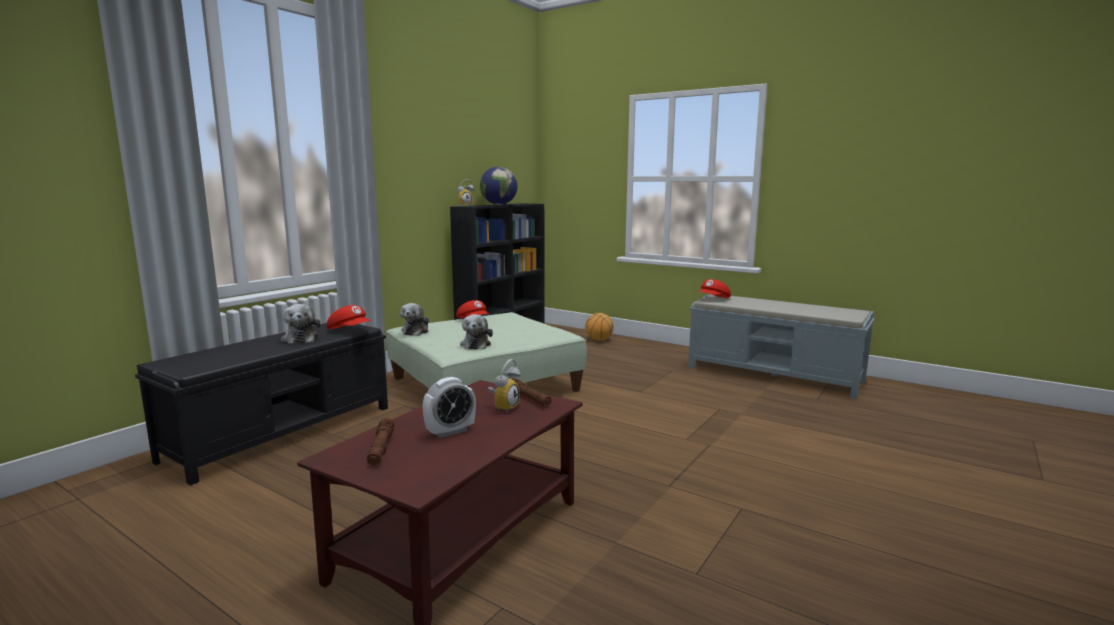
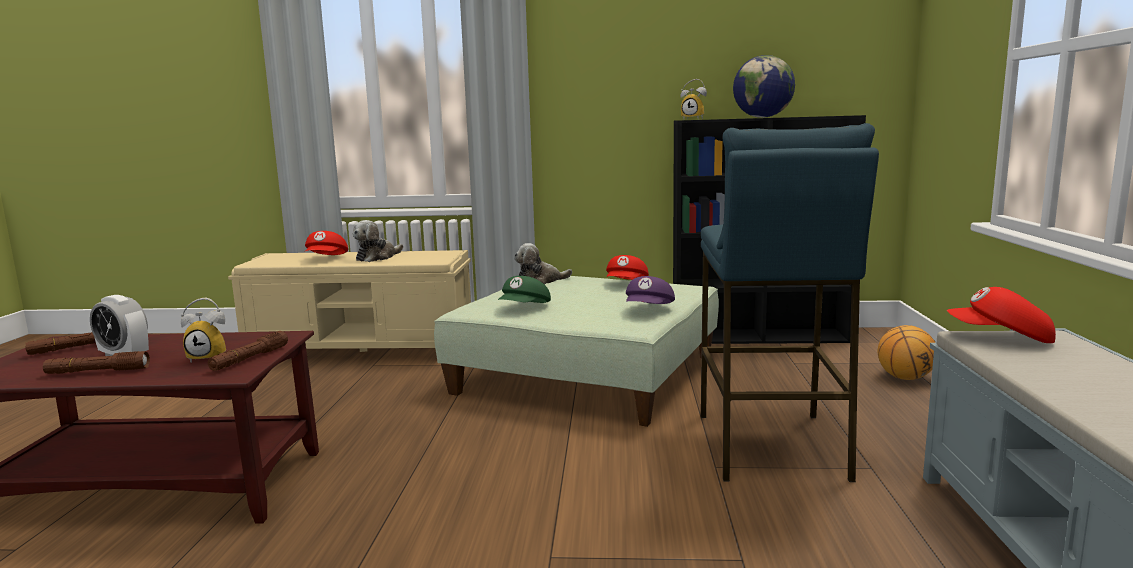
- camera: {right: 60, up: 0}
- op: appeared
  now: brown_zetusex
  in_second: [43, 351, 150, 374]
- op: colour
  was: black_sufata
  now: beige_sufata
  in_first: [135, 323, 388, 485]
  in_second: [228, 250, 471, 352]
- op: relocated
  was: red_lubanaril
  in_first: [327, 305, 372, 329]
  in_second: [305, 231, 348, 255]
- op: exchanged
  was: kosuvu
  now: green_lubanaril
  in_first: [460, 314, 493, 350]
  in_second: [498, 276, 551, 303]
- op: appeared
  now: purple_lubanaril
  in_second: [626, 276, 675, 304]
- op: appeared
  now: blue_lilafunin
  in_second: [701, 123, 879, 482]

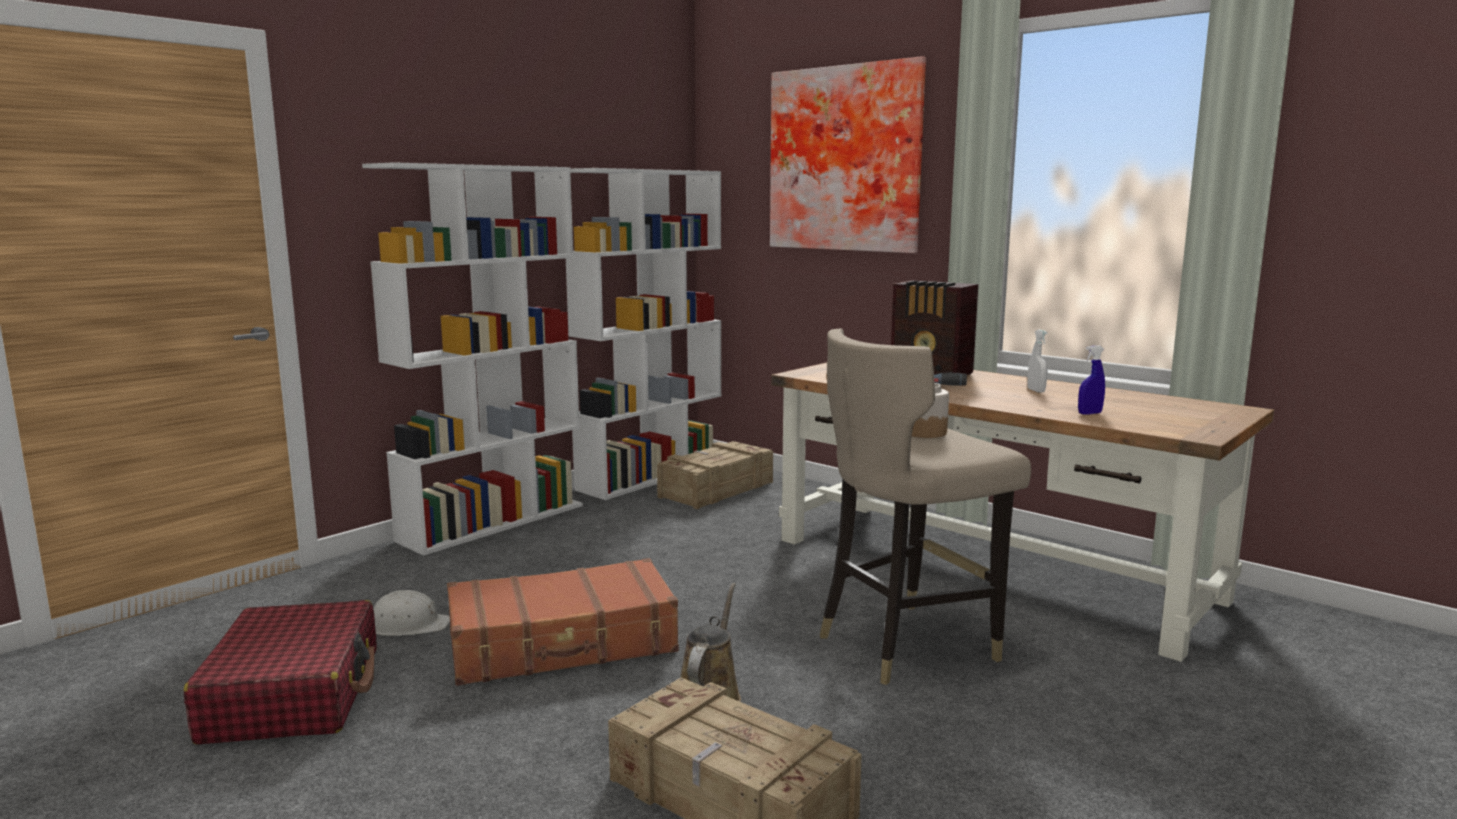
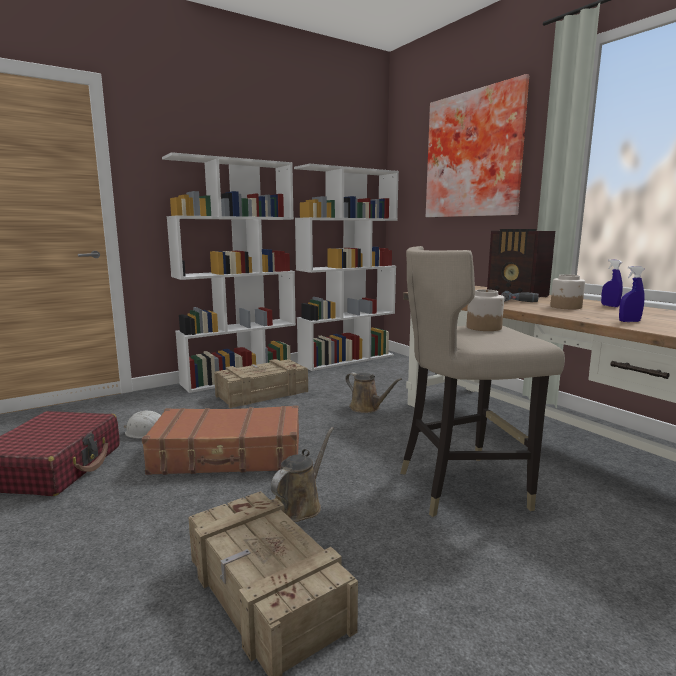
- camera: {right: 15, up: 0}
- op: relocated
  was: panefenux
  in_first: [657, 441, 773, 509]
  in_second: [214, 359, 308, 409]
- op: appeared
  now: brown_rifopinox
  in_second: [345, 372, 402, 413]
- op: appeared
  now: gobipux
  in_second: [550, 274, 585, 309]
- op: appeared
  now: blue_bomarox
  in_second: [601, 259, 623, 307]
- op: missing
  was: white_bomarox
  in_first: [1027, 330, 1048, 392]

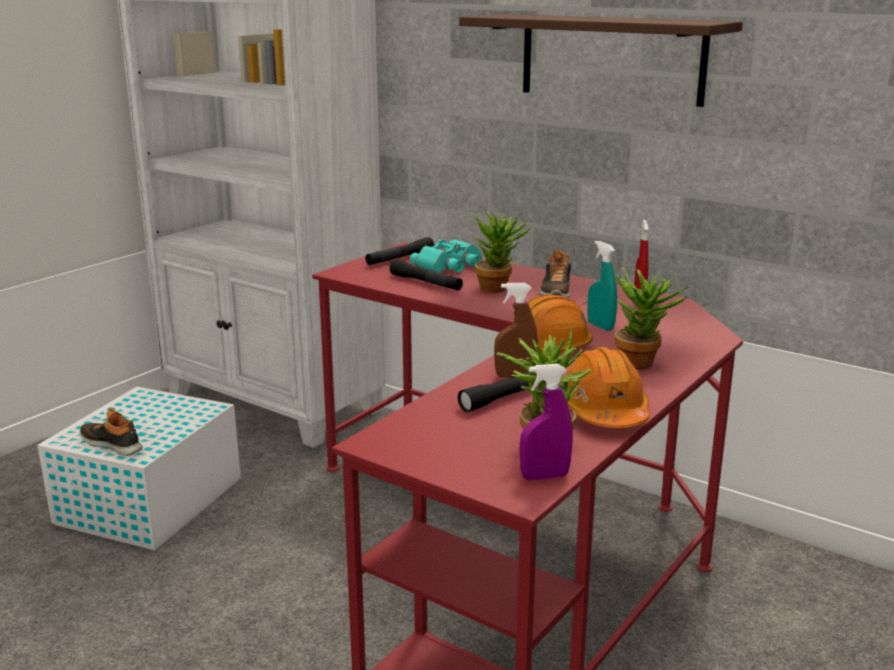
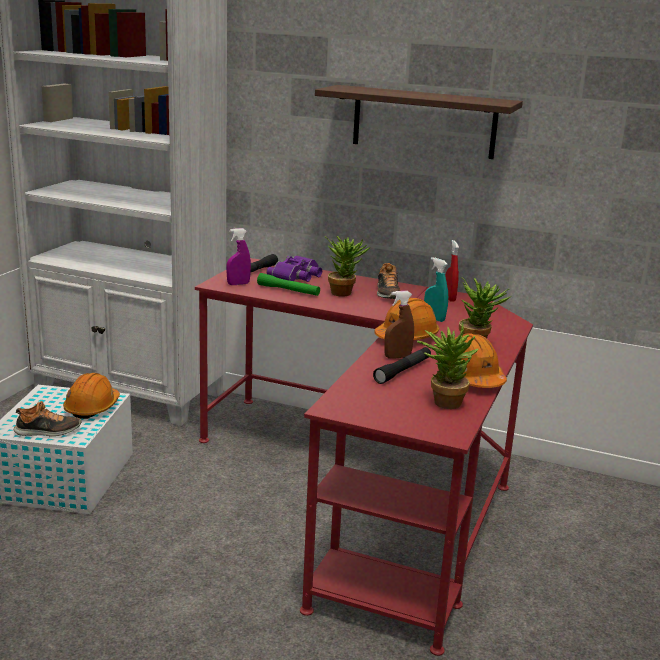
- camera: {right: -15, up: 0}
- op: spun
  was: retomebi
  in_first: [80, 408, 143, 456]
  in_second: [14, 401, 81, 436]
  clockwise: 150
- op: appeared
  now: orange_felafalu
  in_second: [63, 373, 120, 419]
- op: relocated
  was: purple_bomarox
  in_first: [520, 364, 573, 480]
  in_second: [226, 228, 251, 285]
- op: colour
  was: black_zetusex
  now: green_zetusex
  in_first: [390, 259, 463, 291]
  in_second: [257, 273, 320, 296]
- op: colour
  was: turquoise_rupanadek
  now: purple_rupanadek
  in_first: [410, 239, 483, 273]
  in_second: [266, 255, 322, 282]

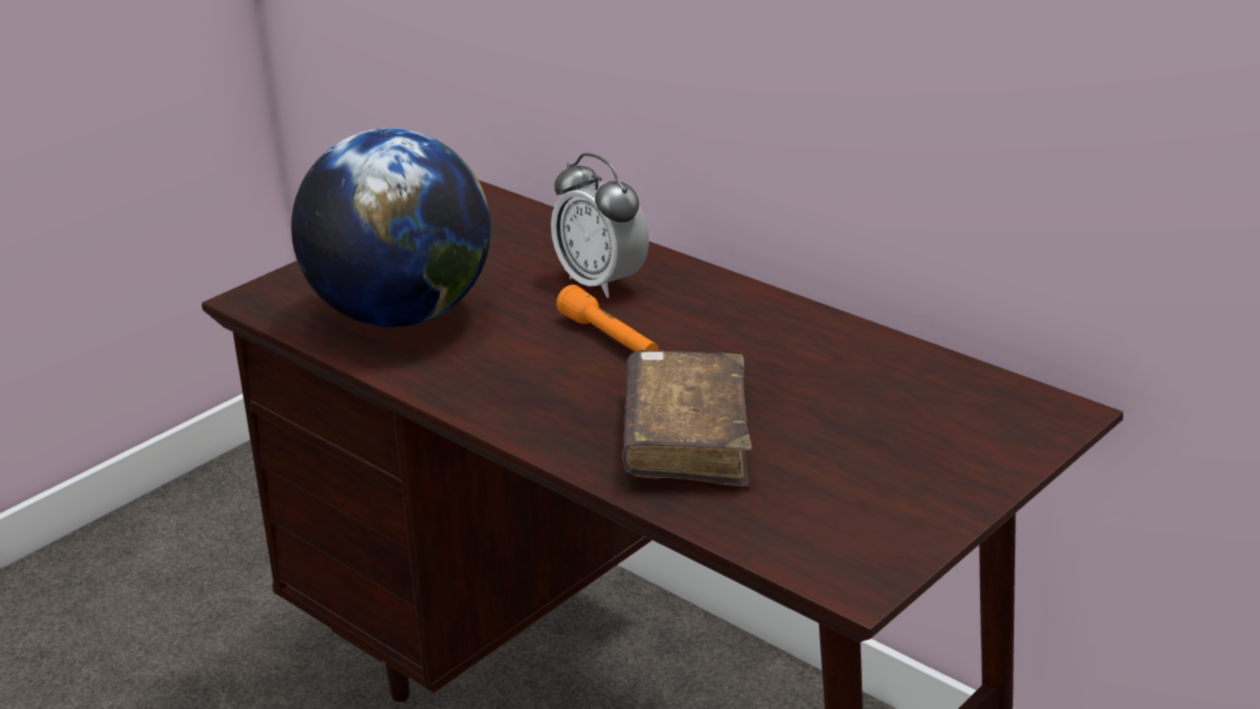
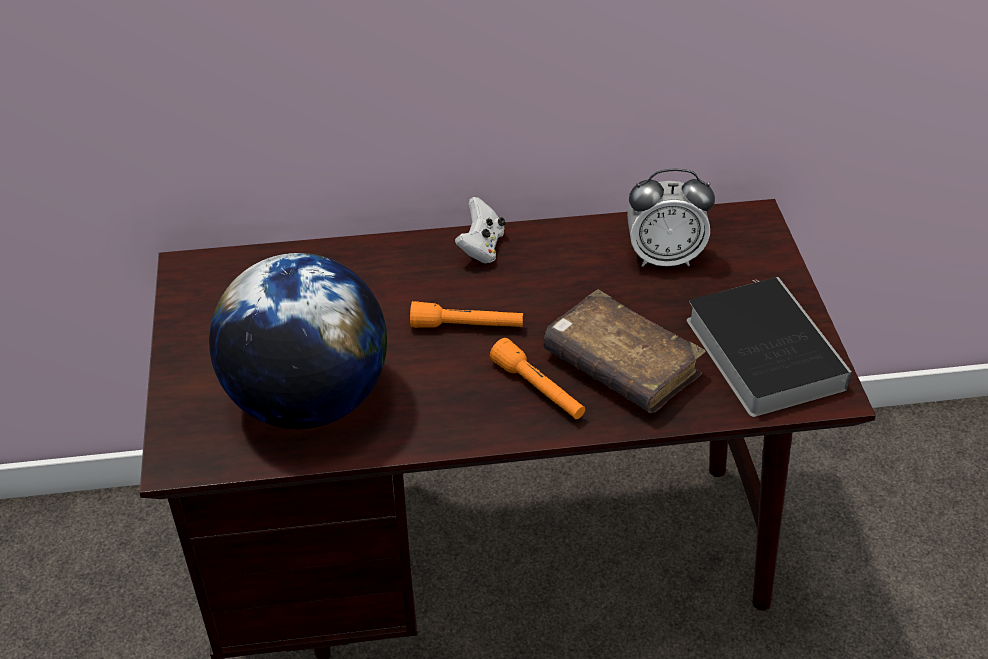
- camera: {right: -50, up: 15}
- op: appeared
  now: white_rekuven
  in_second: [455, 197, 505, 263]
- op: appeared
  now: orange_zetusex
  in_second: [490, 338, 585, 419]
- op: relocated
  was: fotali
  in_first: [551, 153, 649, 298]
  in_second: [627, 168, 715, 267]
- op: appeared
  now: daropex
  in_second: [687, 277, 852, 417]

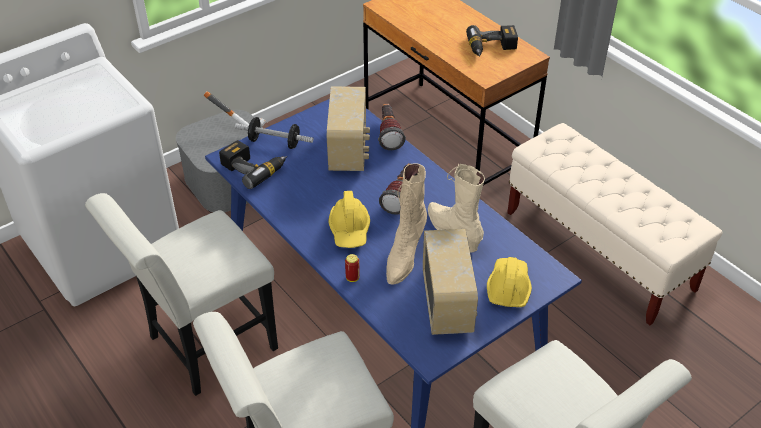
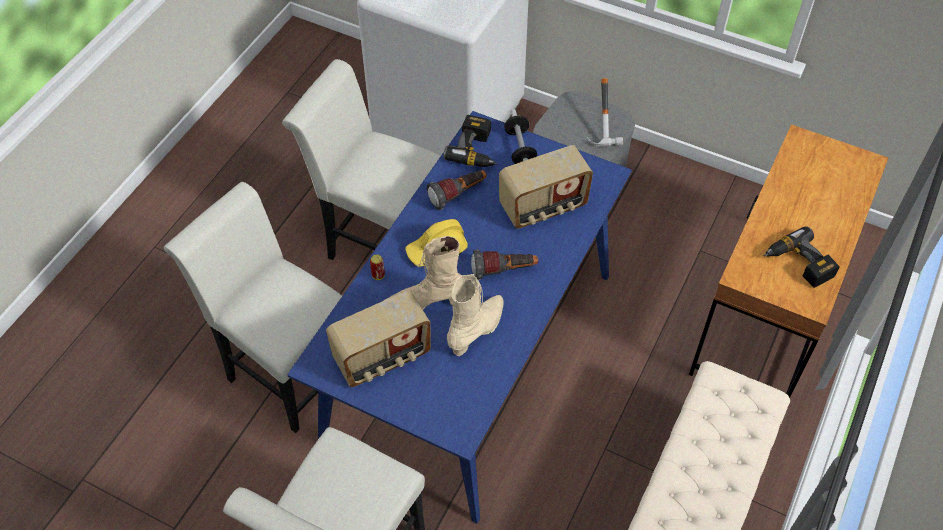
- camera: {right: 65, up: 10}
- op: relocated
  was: zetusex
  in_first: [378, 104, 406, 150]
  in_second: [427, 170, 487, 210]
- op: missing
  was: yellow_felafalu
  in_first: [487, 257, 532, 307]

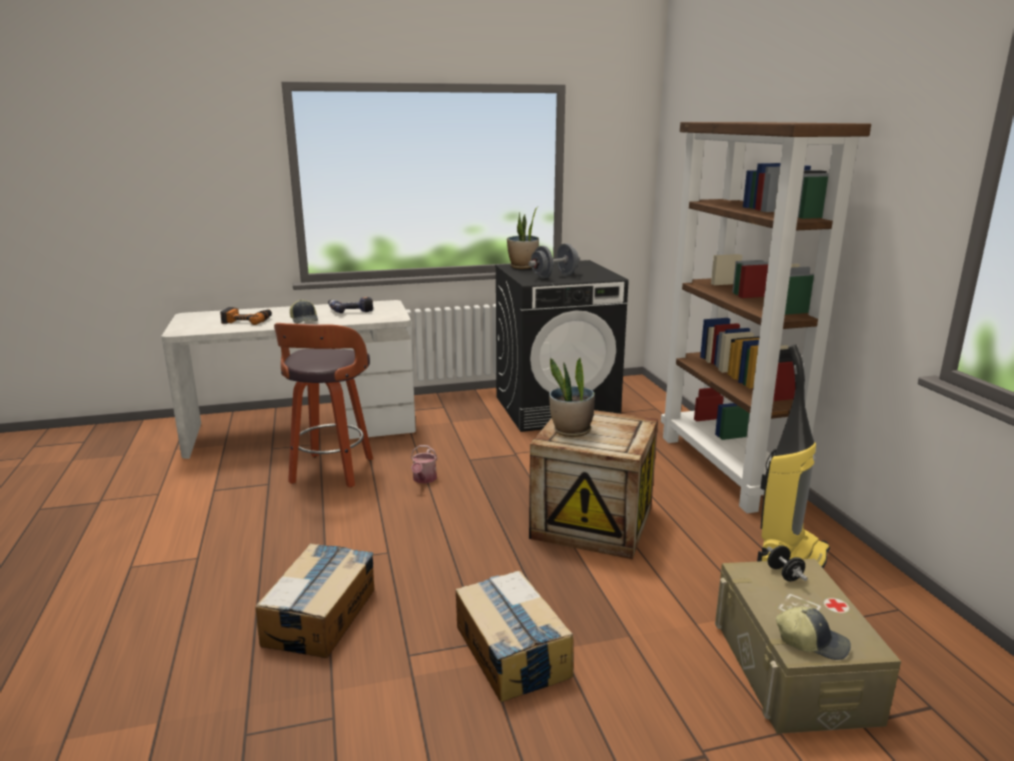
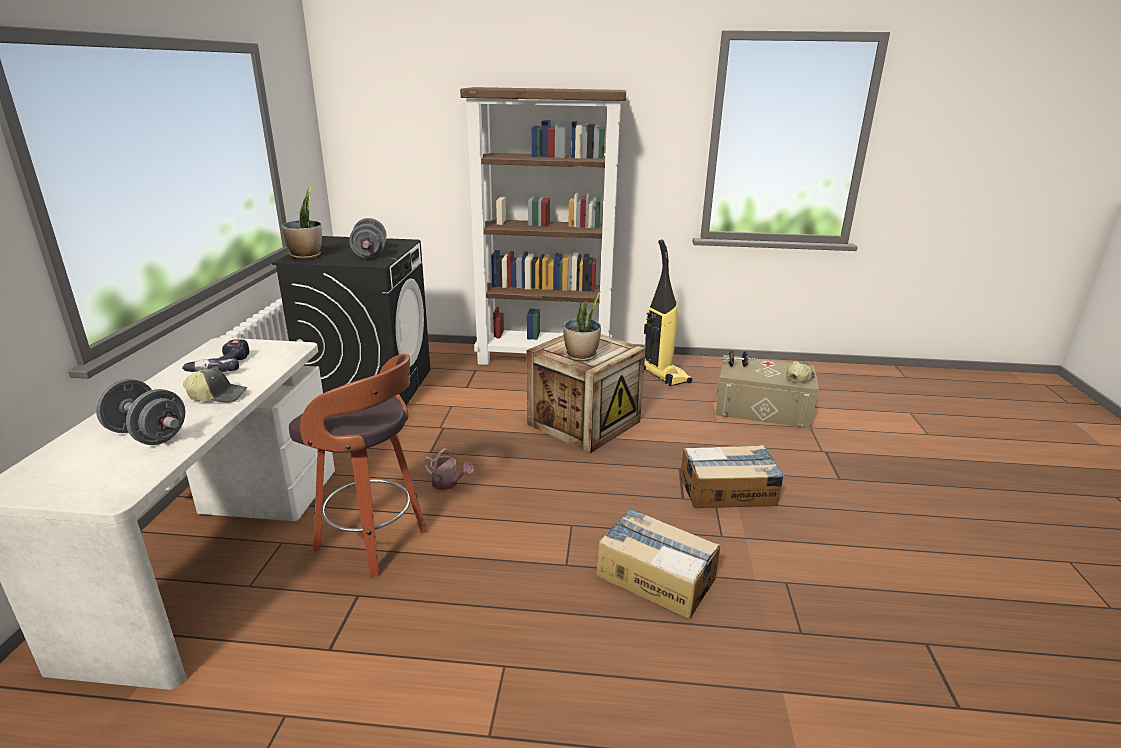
- camera: {right: -70, up: 5}
- op: exchanged
  was: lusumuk
  now: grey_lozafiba
  in_first: [220, 307, 272, 325]
  in_second: [96, 379, 185, 445]

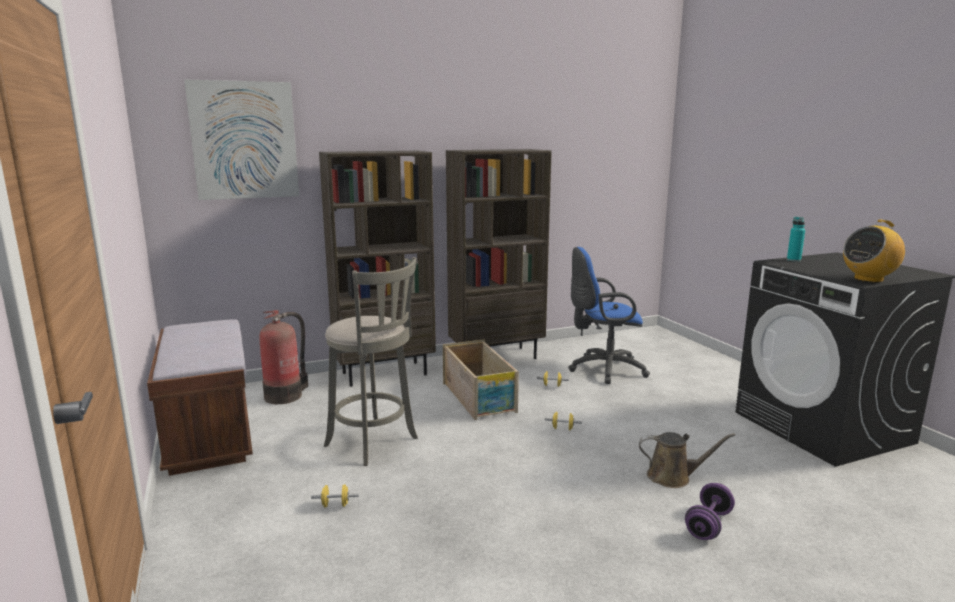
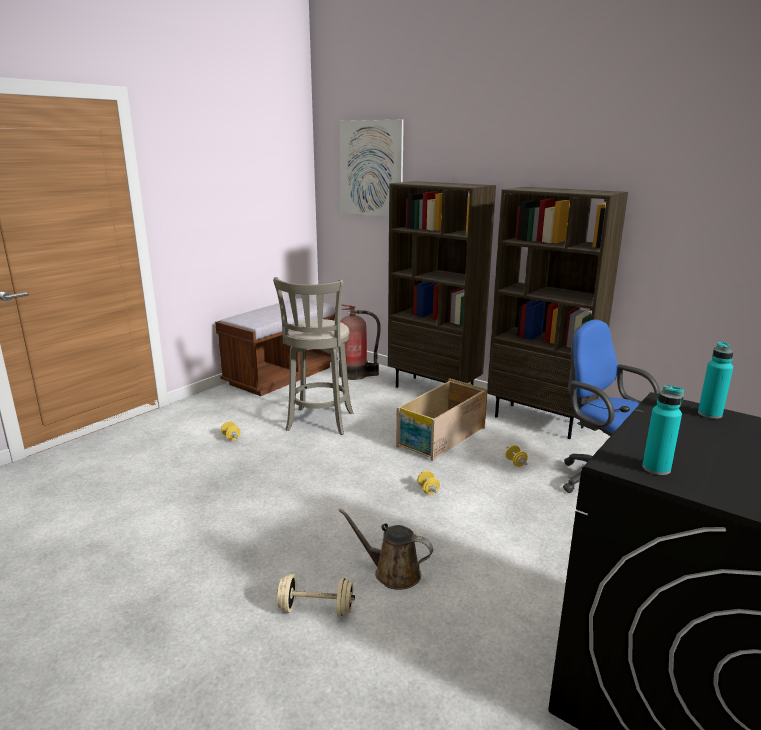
- camera: {right: 60, up: 5}
- op: colour
  was: purple_lozafiba
  now: beige_lozafiba
  in_first: [685, 483, 735, 540]
  in_second: [277, 574, 355, 617]
- op: spun
  was: brown_rifopinox
  in_first: [639, 432, 735, 488]
  in_second: [338, 508, 433, 590]
  clockwise: 135
- op: exchanged
  was: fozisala
  now: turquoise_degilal
  in_first: [843, 220, 905, 283]
  in_second: [642, 385, 684, 475]

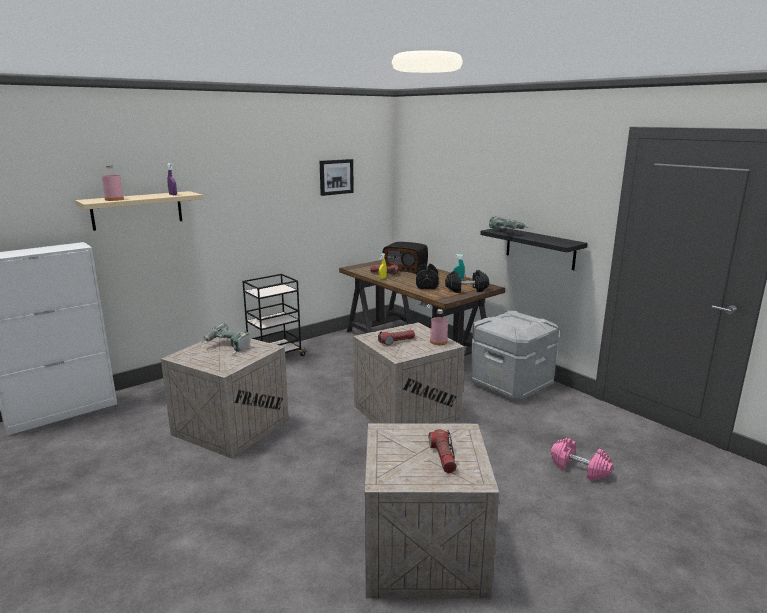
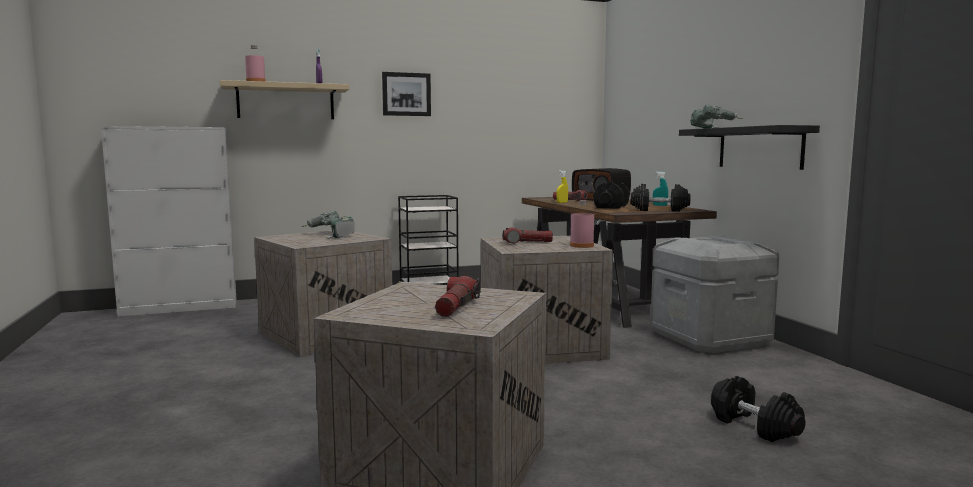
- camera: {right: 20, up: -10}
- op: relocated
  was: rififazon
  in_first: [320, 159, 354, 196]
  in_second: [382, 72, 431, 116]
- op: colour
  was: pink_lozafiba
  now: black_lozafiba
  in_first: [551, 438, 613, 481]
  in_second: [711, 376, 805, 442]

